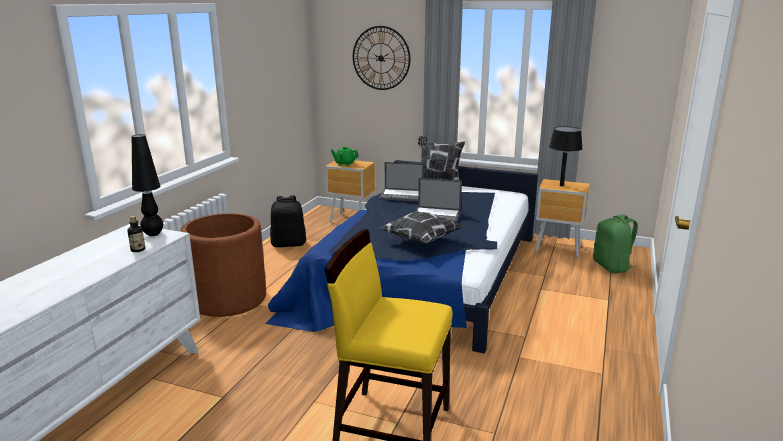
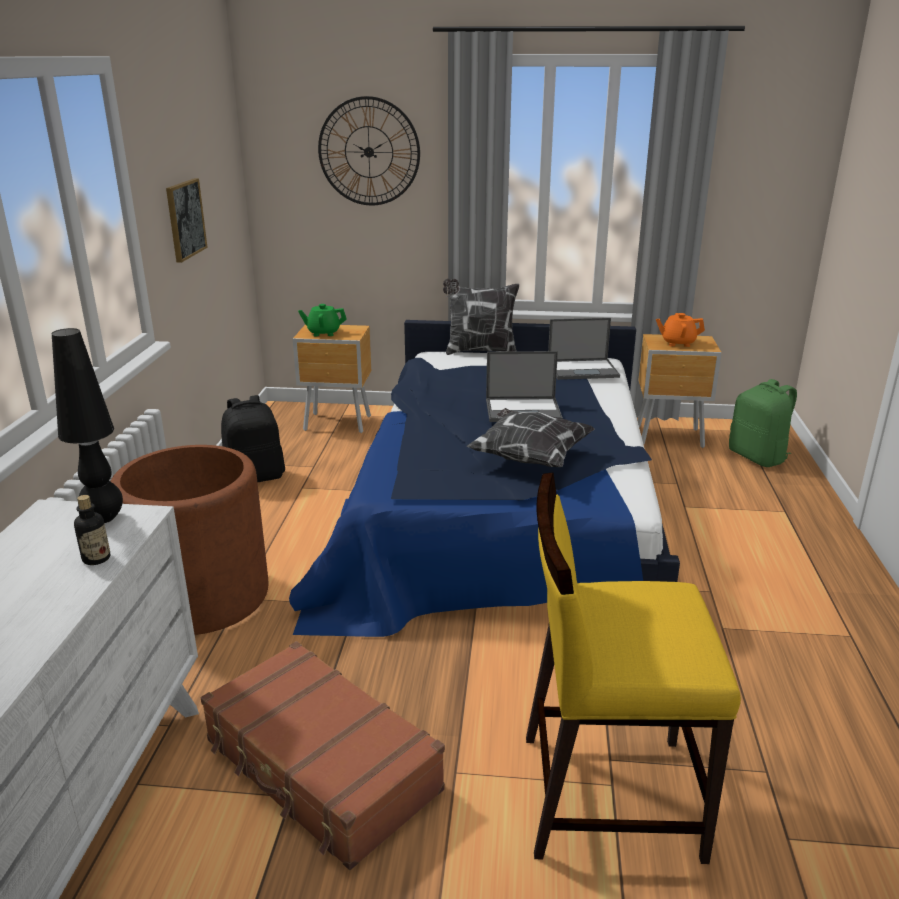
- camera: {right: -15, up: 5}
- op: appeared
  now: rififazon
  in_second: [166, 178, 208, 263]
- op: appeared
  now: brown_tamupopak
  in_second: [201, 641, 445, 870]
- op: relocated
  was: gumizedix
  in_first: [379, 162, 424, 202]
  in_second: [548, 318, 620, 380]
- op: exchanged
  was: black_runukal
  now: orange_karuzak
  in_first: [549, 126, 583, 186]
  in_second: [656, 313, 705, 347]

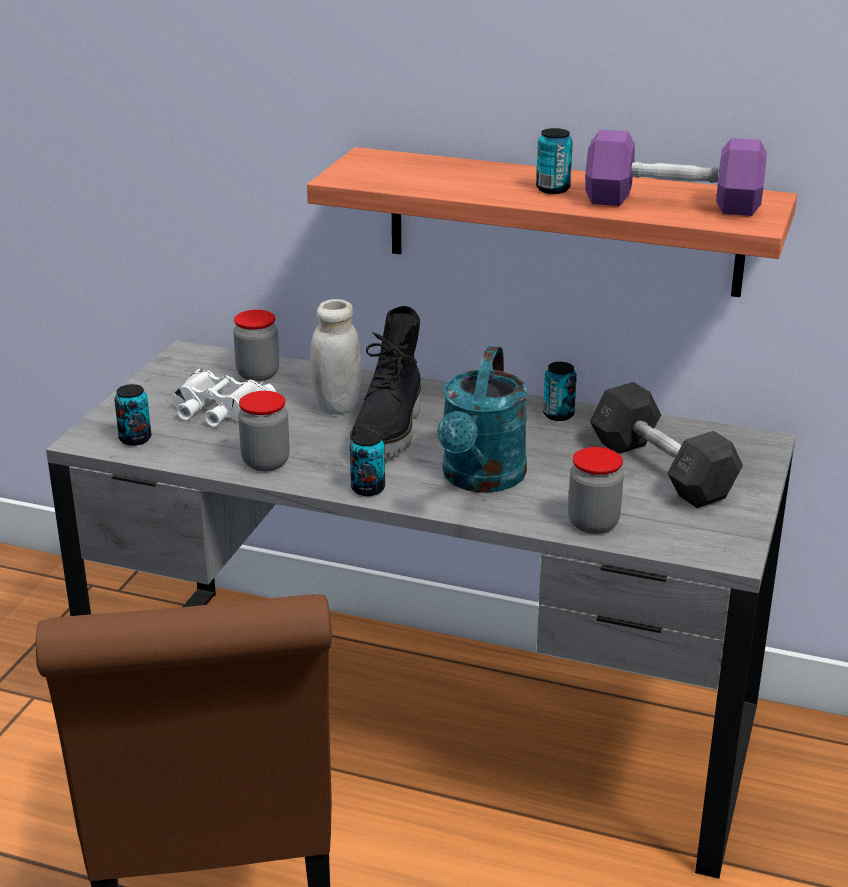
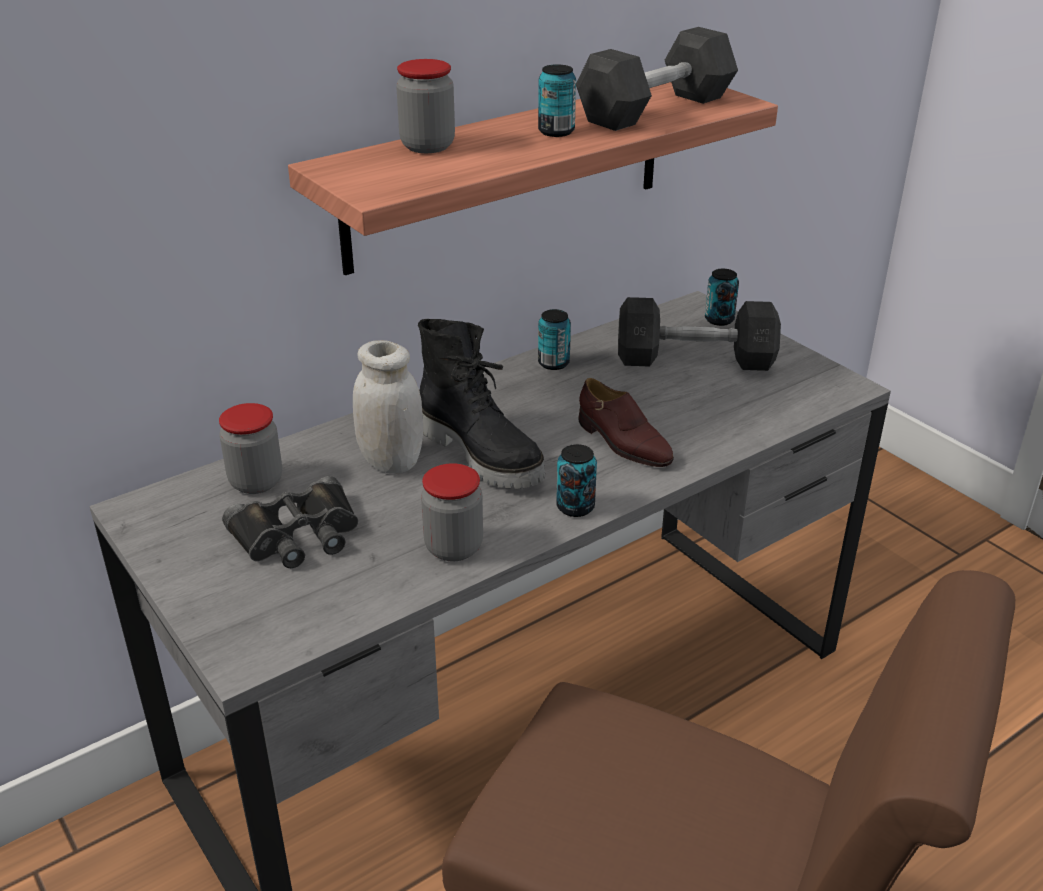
- camera: {right: -55, up: 5}
- op: colour
  was: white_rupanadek
  now: black_rupanadek
  in_first: [171, 369, 276, 427]
  in_second: [222, 476, 358, 568]
- op: relocated
  was: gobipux
  in_first: [568, 447, 624, 534]
  in_second: [396, 59, 455, 153]
- op: colour
  was: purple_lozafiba
  now: grey_lozafiba
  in_first: [585, 130, 767, 216]
  in_second: [576, 27, 738, 131]
- op: exchanged
  was: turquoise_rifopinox
  now: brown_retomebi
  in_first: [437, 346, 528, 493]
  in_second: [578, 378, 674, 467]
- op: relocated
  was: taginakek
  in_first: [114, 384, 151, 446]
  in_second: [705, 269, 739, 326]

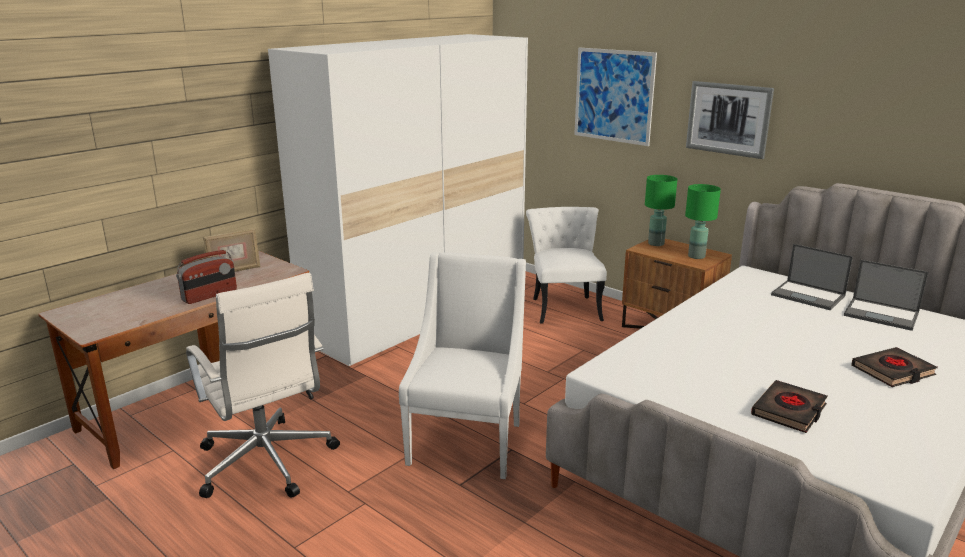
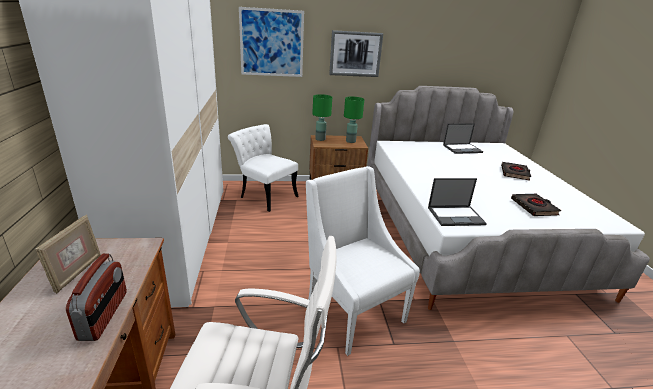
- camera: {right: -50, up: 5}
- op: relocated
  was: gumizedix
  in_first: [771, 244, 853, 311]
  in_second: [428, 178, 487, 226]

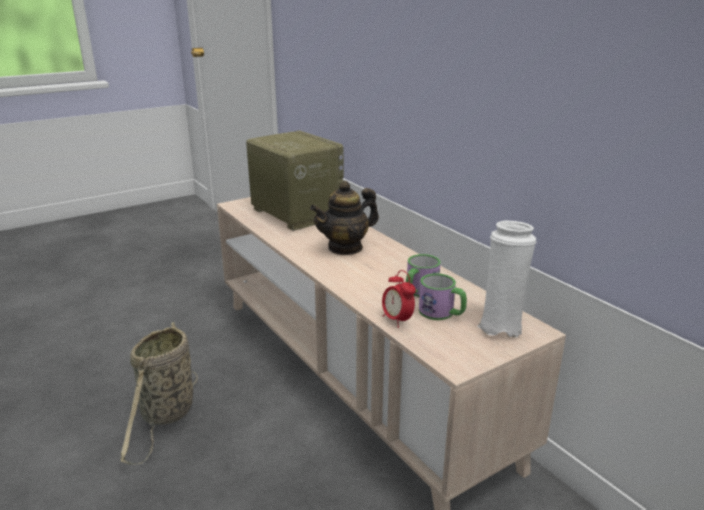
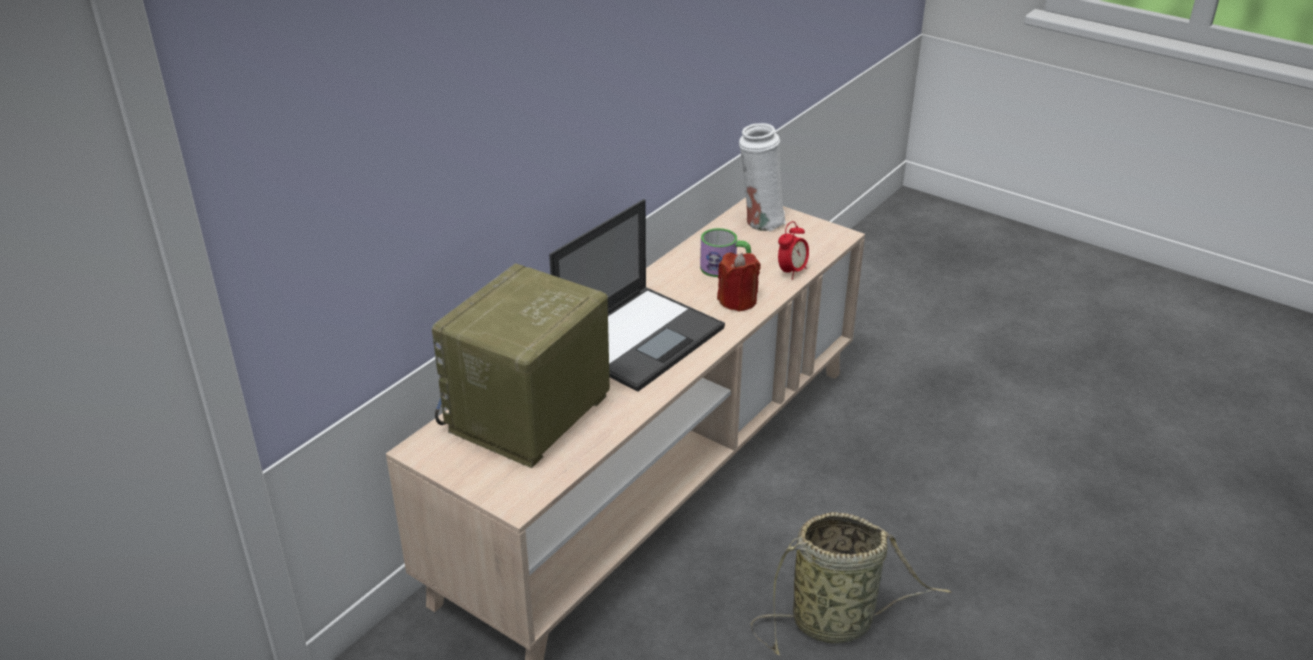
- camera: {right: -110, up: 10}
- op: exchanged
  was: karuzak
  now: gumizedix
  in_first: [310, 181, 379, 255]
  in_second: [549, 199, 725, 392]
- op: appeared
  now: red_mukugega
  in_second: [717, 252, 760, 312]
- op: missing
  was: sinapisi
  in_first: [419, 273, 467, 320]

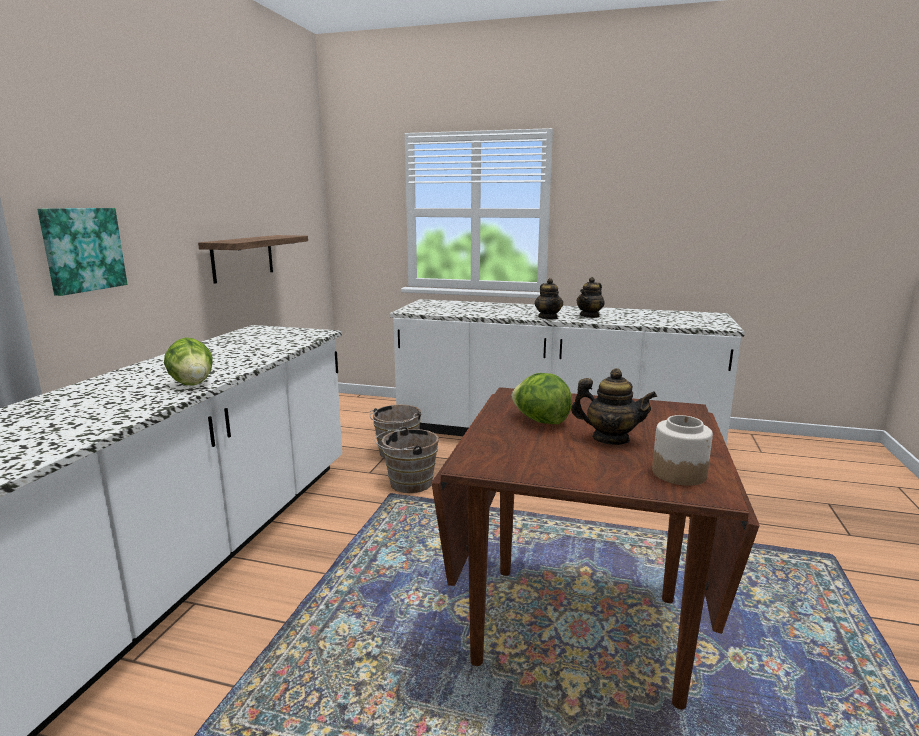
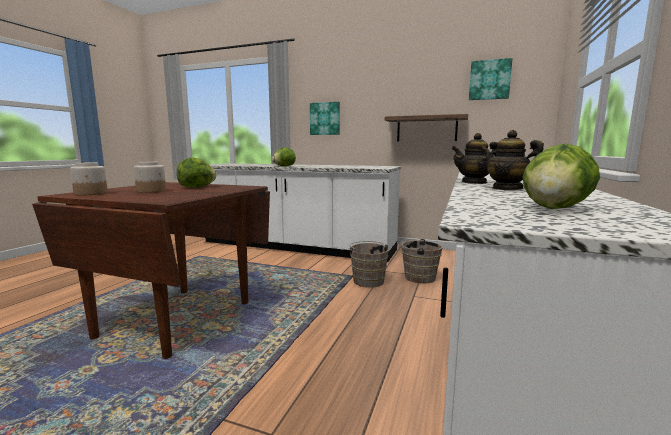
- camera: {right: 95, up: -5}
- op: exchanged
  was: karuzak
  now: gobipux
  in_first: [571, 368, 657, 445]
  in_second: [134, 162, 166, 193]
- op: appeared
  now: rififazon
  in_second: [469, 58, 512, 100]
- op: appeared
  now: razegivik
  in_second: [523, 143, 600, 209]

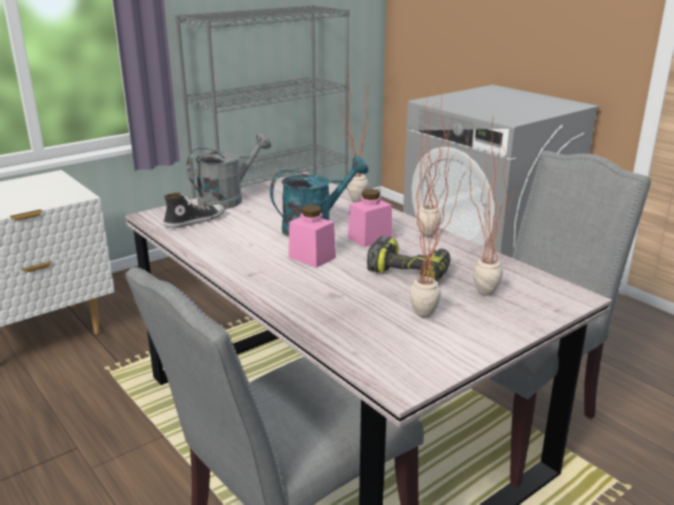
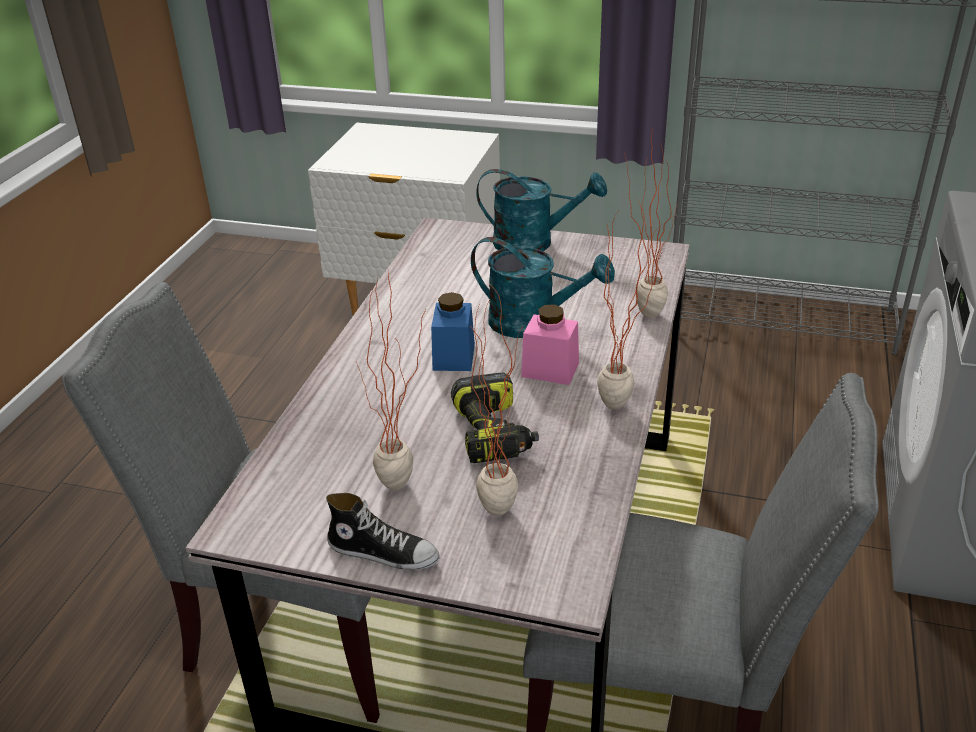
- camera: {right: 55, up: 10}
- op: relocated
  was: retomebi
  in_first: [164, 193, 225, 228]
  in_second: [326, 493, 440, 570]
- op: colour
  was: pink_gobipux
  now: blue_gobipux
  in_first: [289, 205, 336, 268]
  in_second: [431, 292, 475, 371]
- op: colour
  was: grey_rifopinox
  now: turquoise_rifopinox
  in_first: [186, 133, 271, 209]
  in_second: [476, 169, 607, 251]

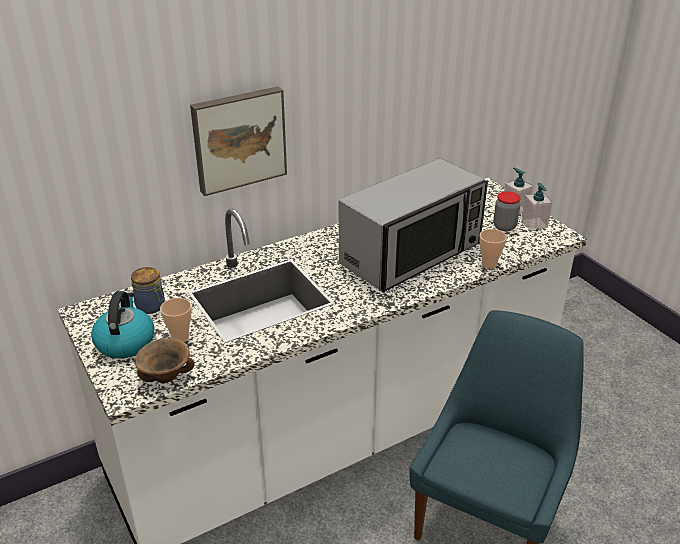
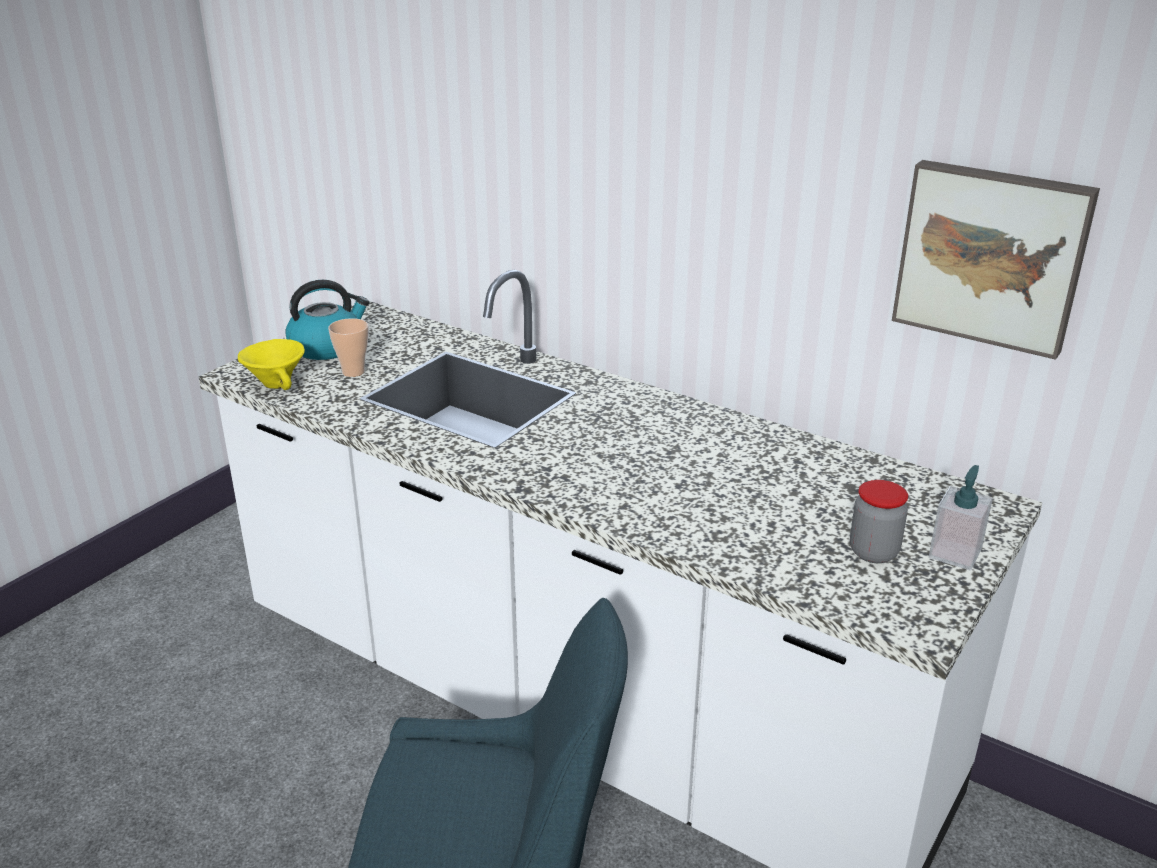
- camera: {right: 65, up: -5}
- op: colour
  was: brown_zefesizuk
  now: yellow_zefesizuk
  in_first: [135, 338, 195, 383]
  in_second: [238, 339, 305, 390]
- op: relocated
  was: rififazon
  in_first: [190, 86, 287, 196]
  in_second: [892, 160, 1100, 360]
- op: missing
  was: gobipux
  in_first: [131, 267, 165, 314]
- op: missing
  was: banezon
  in_first: [339, 158, 488, 292]
- op: missing
  was: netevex
  in_first: [479, 229, 507, 269]
- op: missing
  was: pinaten
  in_first: [521, 183, 552, 230]

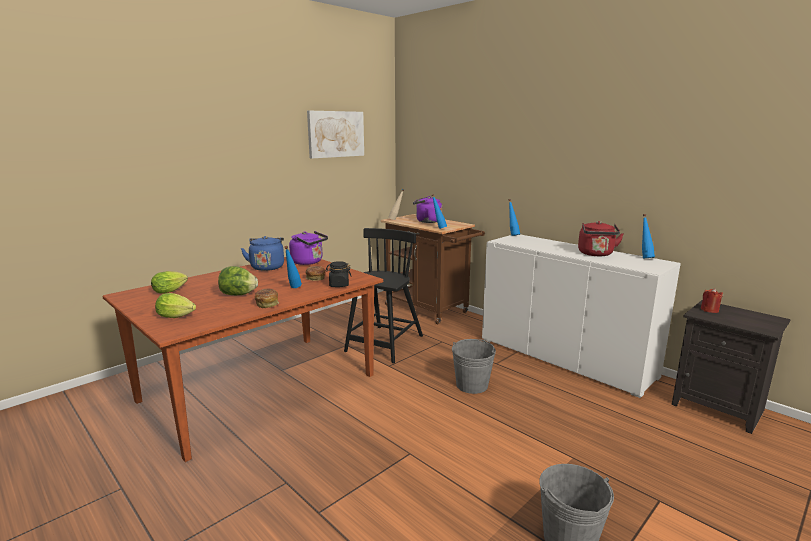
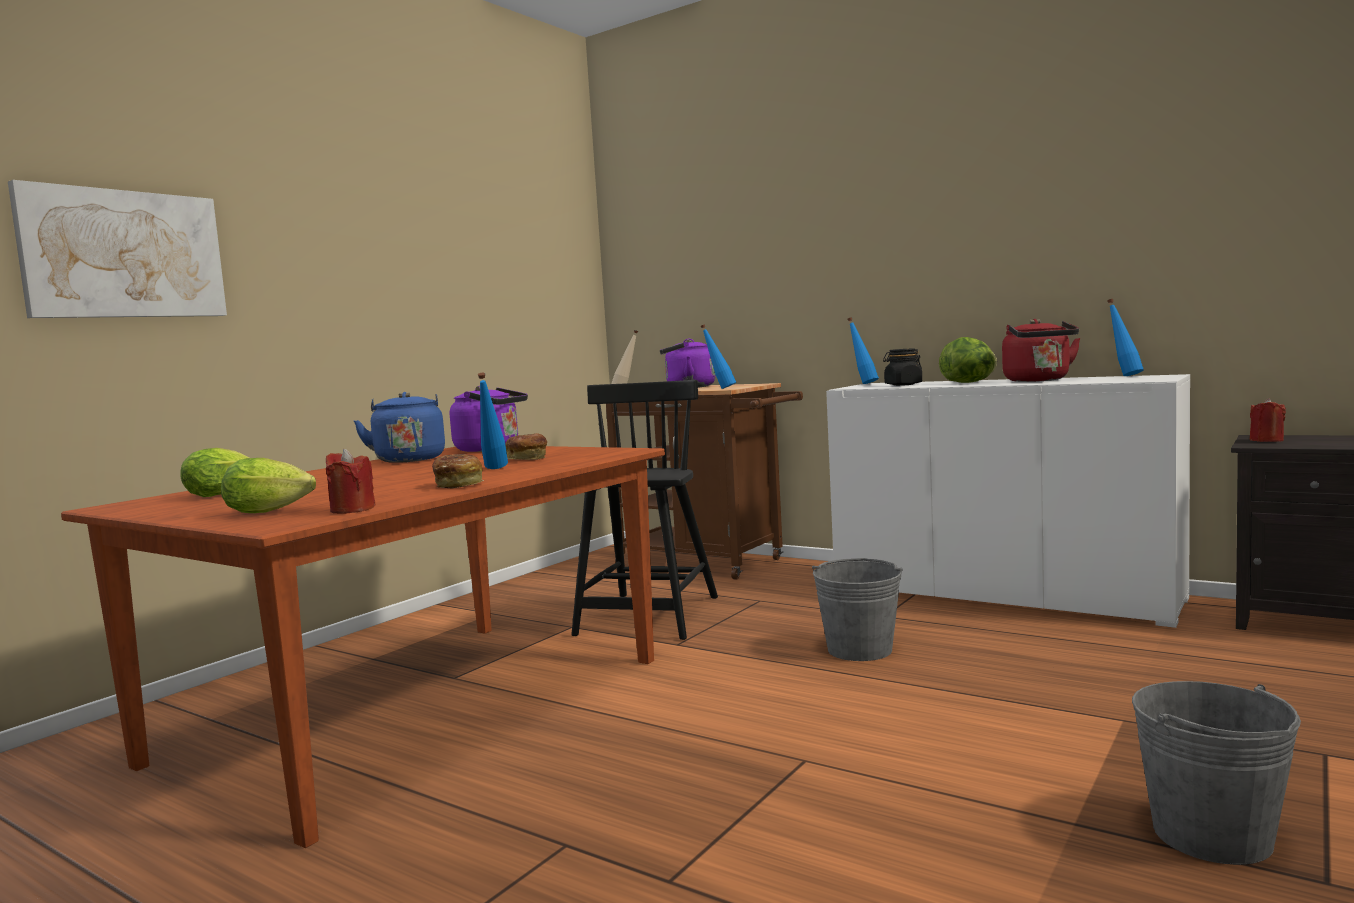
- camera: {right: -10, up: -10}
- op: relocated
  was: rififazon
  in_first: [307, 111, 364, 158]
  in_second: [8, 180, 227, 318]
- op: appeared
  now: red_mukugega
  in_second: [326, 449, 375, 514]
- op: relocated
  was: black_gobipux
  in_first: [325, 261, 351, 287]
  in_second: [883, 348, 922, 386]
- op: relocated
  was: razegivik
  in_first: [218, 266, 258, 295]
  in_second: [939, 337, 997, 383]

